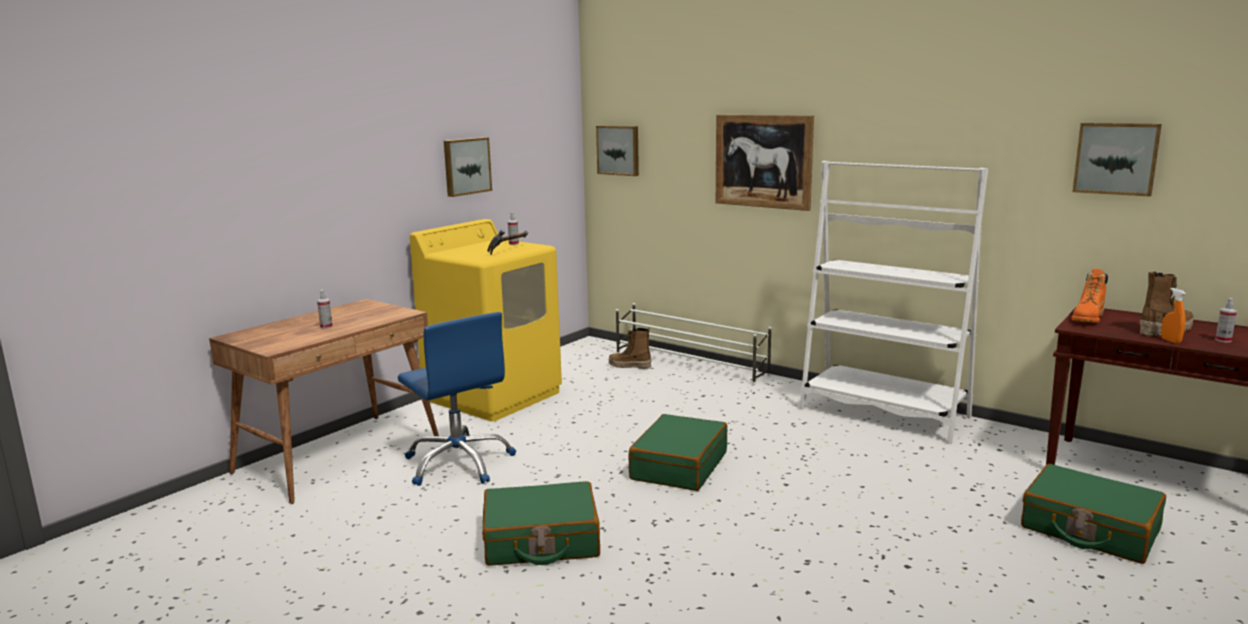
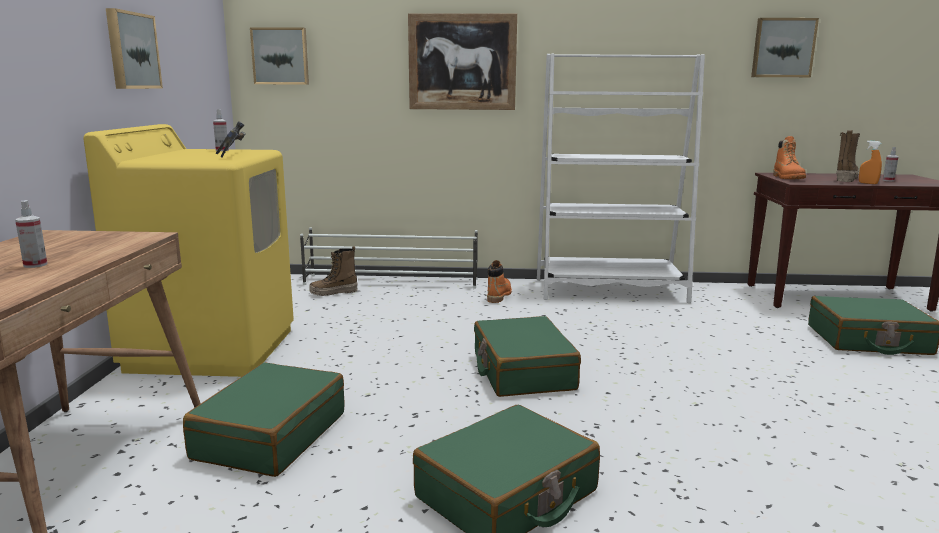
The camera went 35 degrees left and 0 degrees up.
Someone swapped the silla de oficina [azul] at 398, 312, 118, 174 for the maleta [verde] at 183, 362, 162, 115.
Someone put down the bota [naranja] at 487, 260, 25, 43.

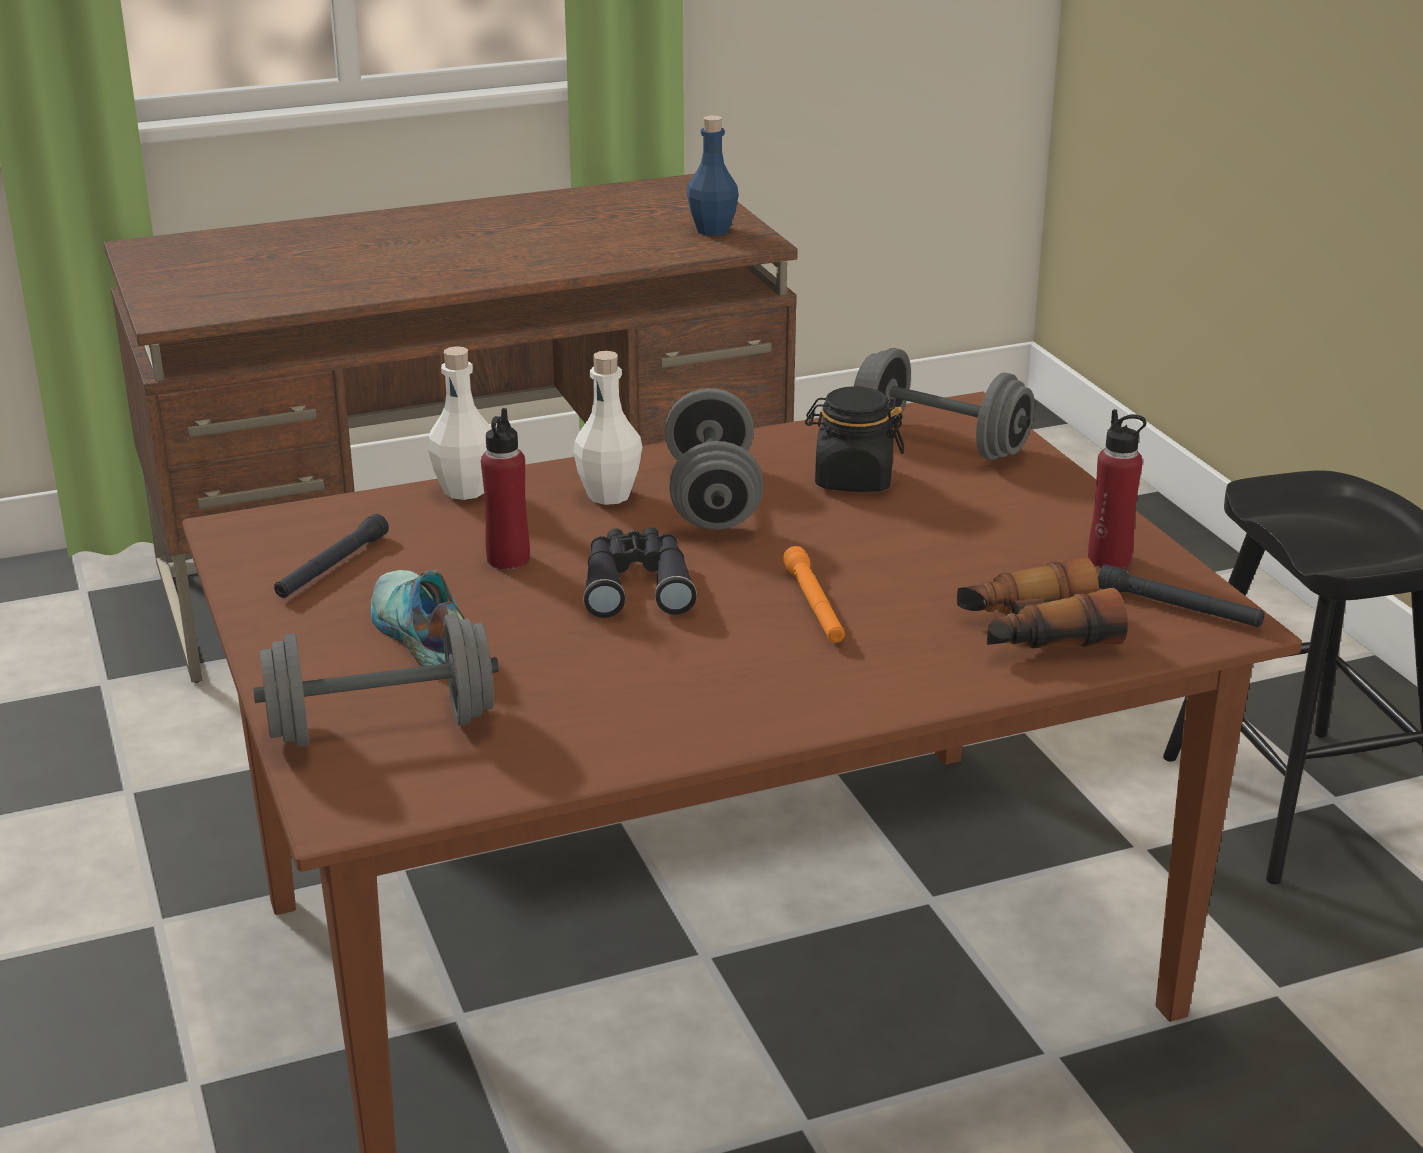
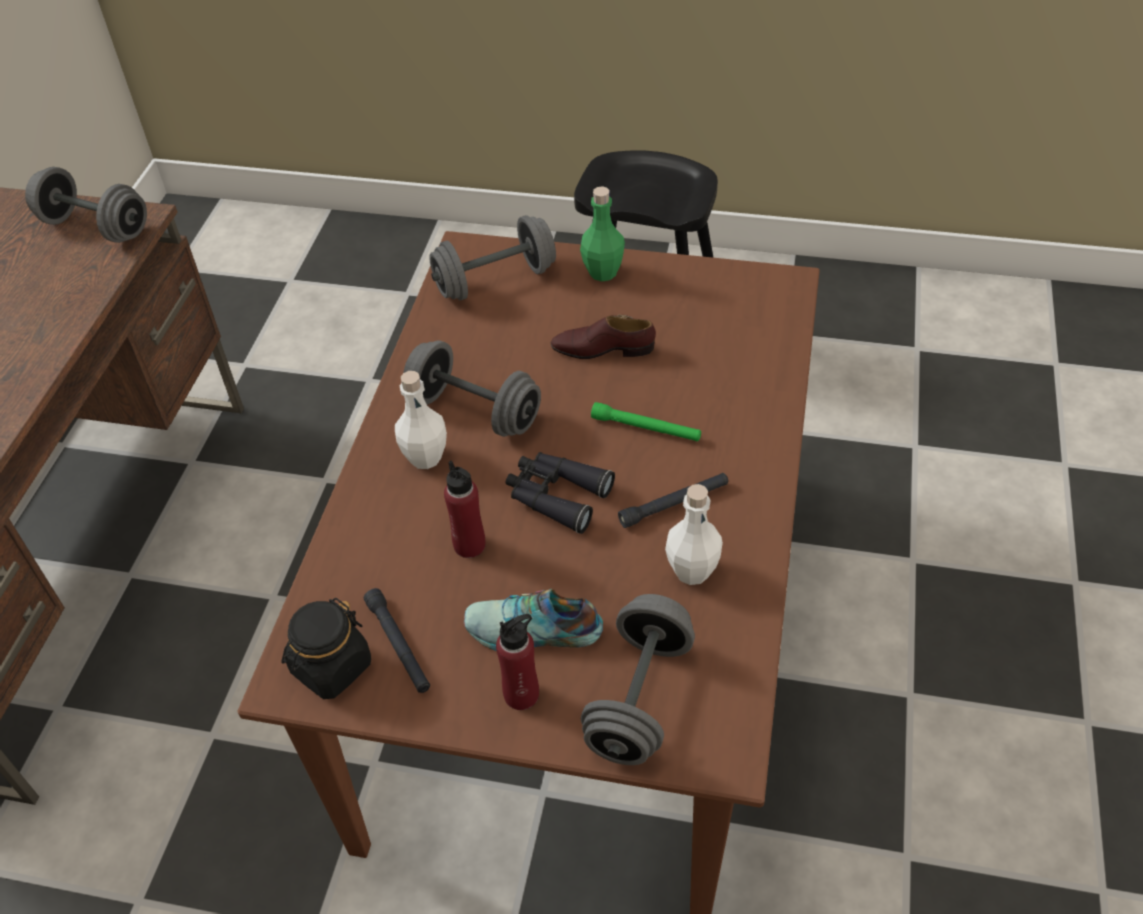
The camera went 55 degrees left and 20 degrees up.
Someone swapped the botella [azul] at 687, 115, 52, 121 for the mancuerna [gris] at 25, 167, 122, 76.
Someone carried the tarro [negro] from 805, 386, 99, 106 to 281, 598, 90, 101.
Someone carried the botella [rojo] from 1088, 409, 58, 159 to 496, 614, 43, 96.
Someone put down the zapato [marrón] at 551, 314, 105, 45.
Someone put down the botella [verde] at 580, 186, 45, 95.
Someone repainted the linterna [naranja] at 783, 546, 62, 97, which became the linterna [verde] at 591, 402, 110, 39.
Someone carried the linterna [negro] from 1098, 564, 167, 63 to 618, 473, 110, 55.
Someone carried the botella [blanco] from 428, 346, 64, 154 to 665, 484, 58, 101.
Someone took away the prismáticos at 957, 556, 171, 93.

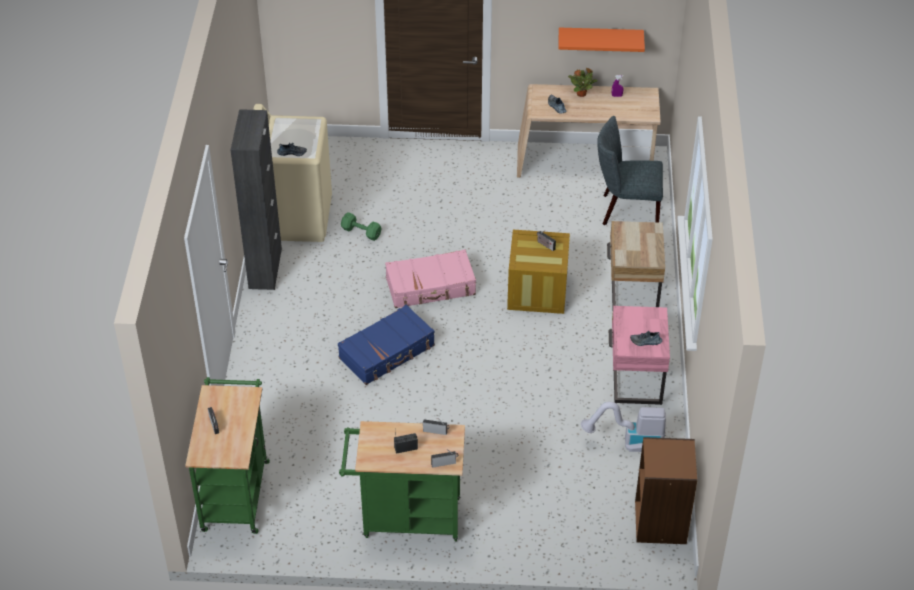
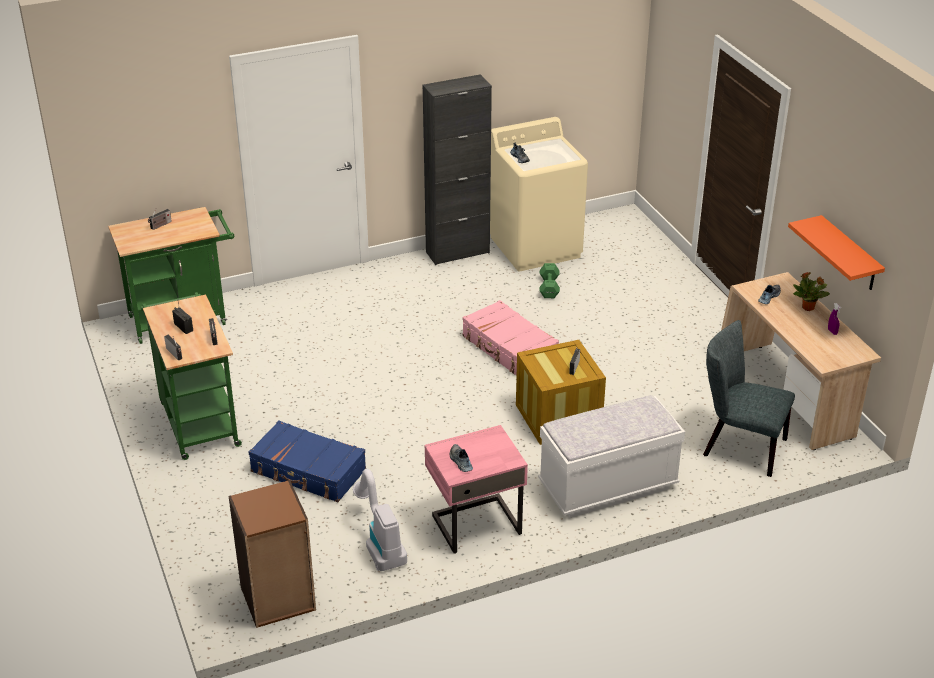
The camera went 65 degrees right and 10 degrees down.
Someone carried the maleta [azul] from 338, 305, 97, 80 to 248, 420, 118, 82.
Someone swapped the mesita de noche [beis] at 607, 221, 58, 86 for the banco [blanco] at 538, 395, 147, 123.
Someone rotated the silla [gris] at 597, 116, 66, 109 by 45 degrees counterclockwise.

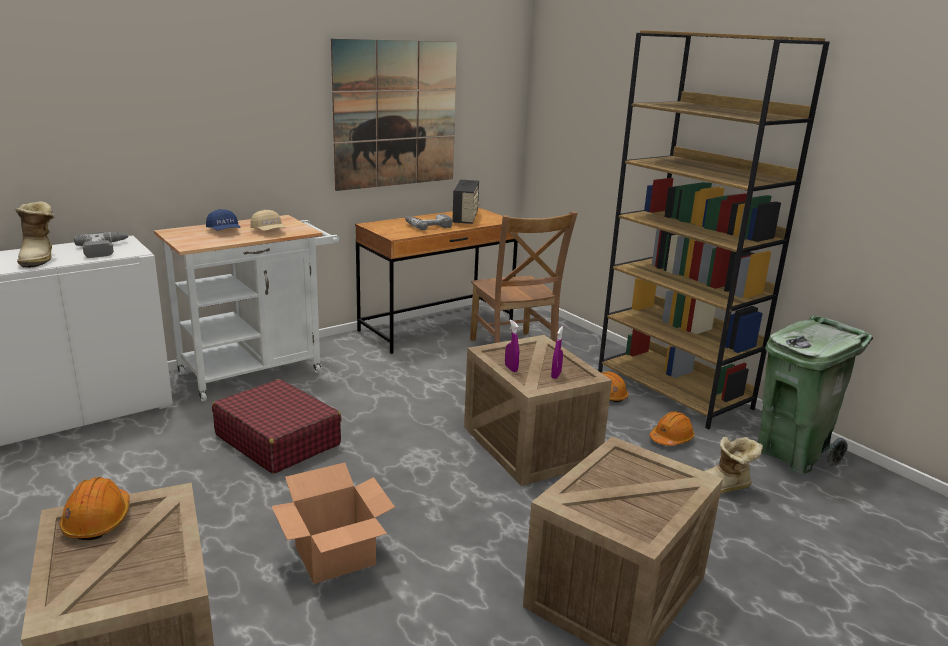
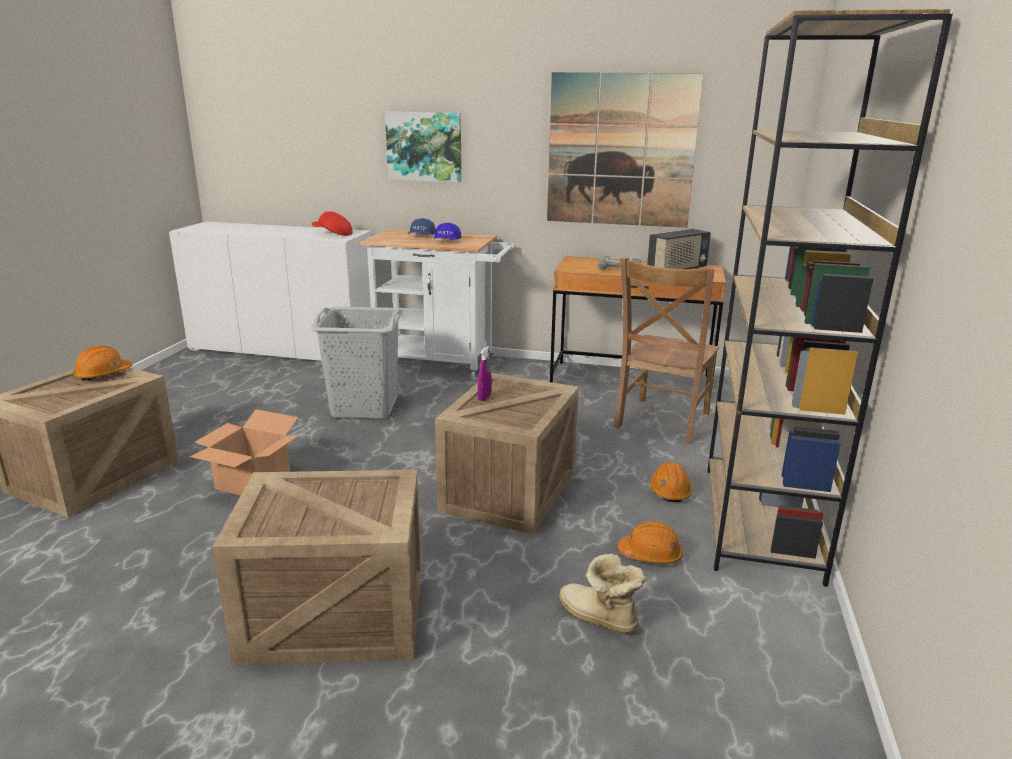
The camera went 50 degrees right and 0 degrees up.
Someone swapped the maleta [rojo] at 212, 379, 130, 95 for the cesto de la ropa [gris] at 310, 306, 94, 113.
Someone swapped the taladro at 74, 232, 55, 26 for the gorra [rojo] at 312, 211, 41, 25.
Someone put up the cuadro at 385, 111, 77, 72.
Someone repainted the gorra [beis] at 250, 210, 36, 21, which became the gorra [azul] at 434, 223, 28, 17.
Someone took away the bota at 15, 201, 40, 67.
Someone took away the pulverizador [morado] at 551, 326, 13, 53.
Someone took away the papelera [verde] at 758, 316, 115, 158.

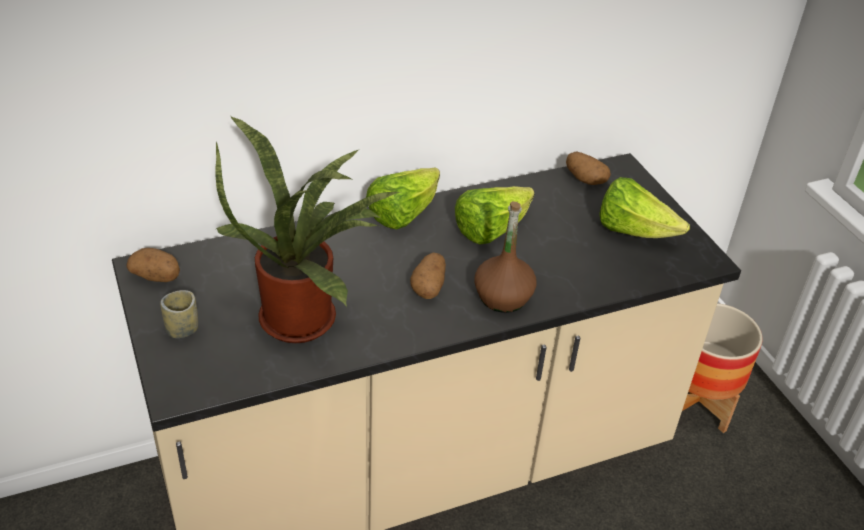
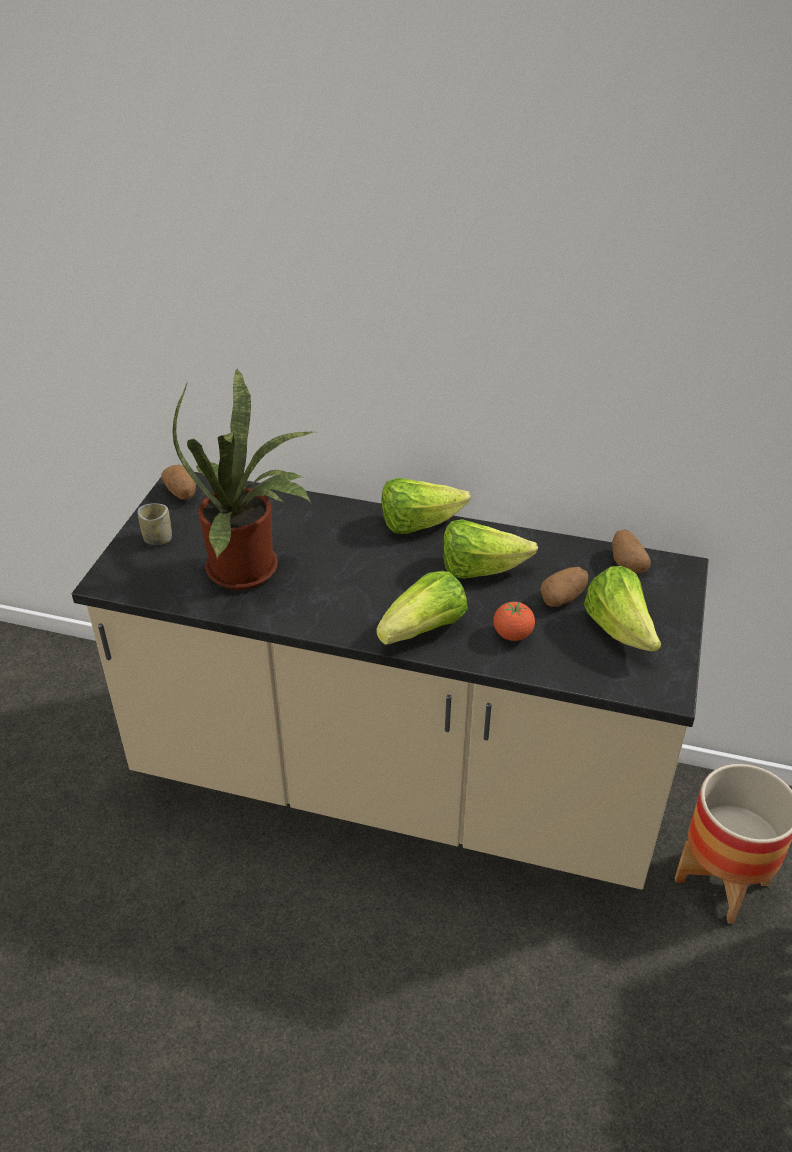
The camera went 40 degrees right and 0 degrees up.
Someone swapped the botella [marrón] at 474, 201, 62, 112 for the lechuga at 377, 571, 91, 74.
Someone put down the tomate at 494, 602, 41, 39.
Someone carried the patata from 410, 252, 36, 47 to 541, 567, 47, 40.

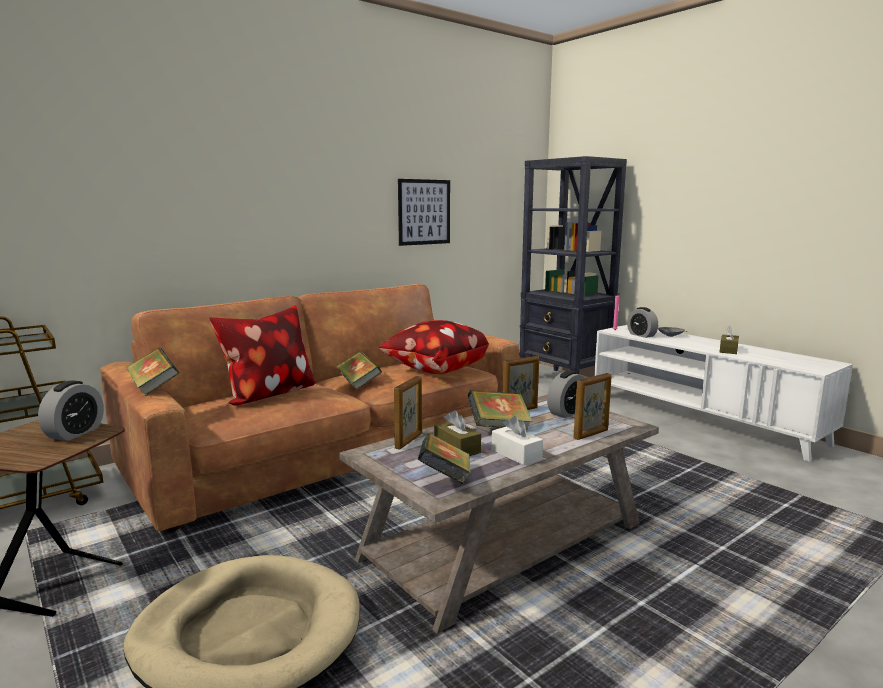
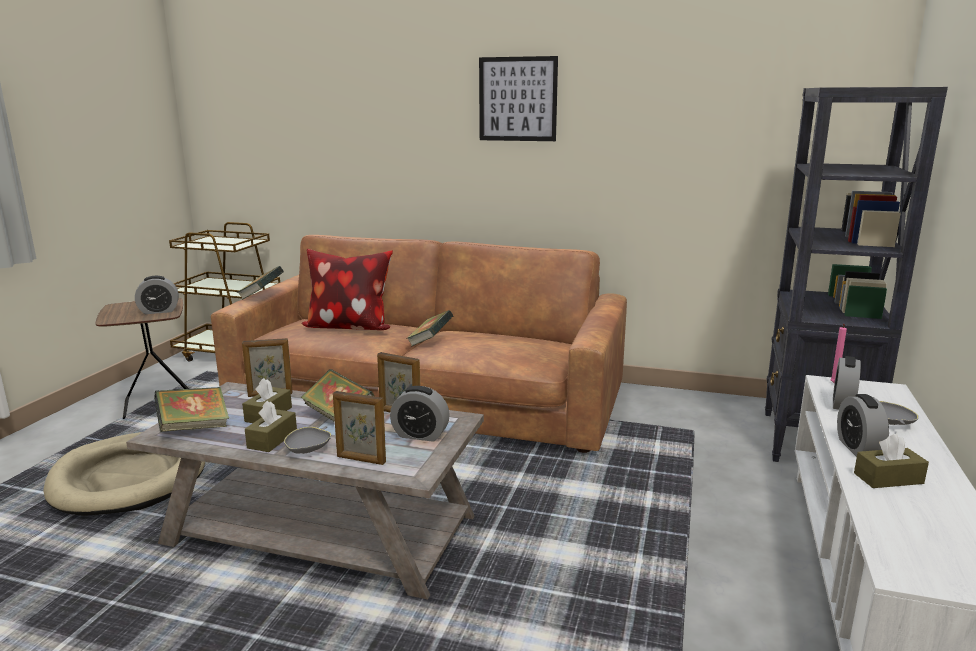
The camera went 55 degrees right and 5 degrees up.
Someone repainted the caja de pañuelos [blanco] at 492, 416, 51, 49, which became the caja de pañuelos [marrón] at 245, 400, 52, 52.
Someone put down the cuenco [gris] at 284, 426, 47, 28.
Someone carried the cuadro from 398, 179, 52, 67 to 479, 56, 79, 85.
Someone put down the despertador at 837, 394, 52, 63.
Someone took away the cojín at 378, 320, 111, 54.

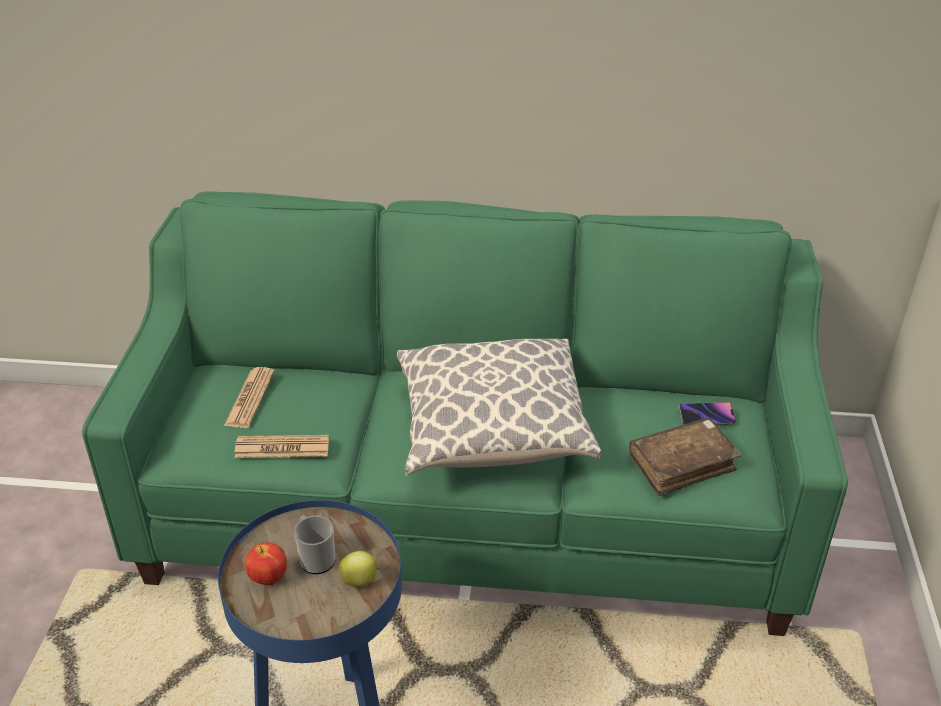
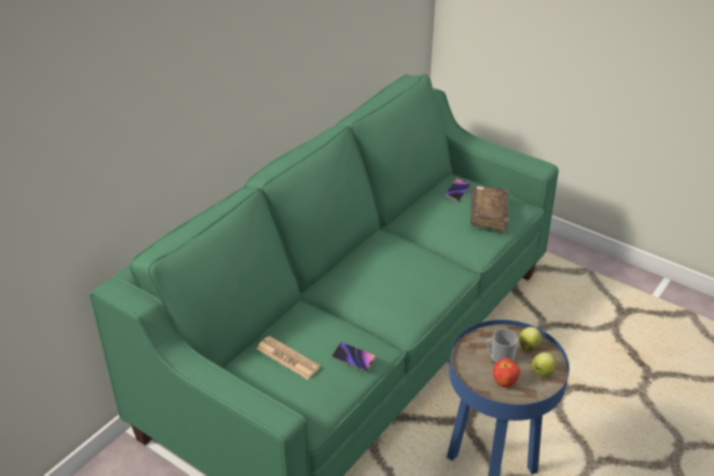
The camera went 60 degrees left and 0 degrees up.
Someone swapped the periódico at 234, 435, 96, 23 for the móvil at 332, 342, 44, 29.
Someone put down the manzana at 532, 352, 25, 25.
Someone took away the cojín at 397, 339, 204, 137.

